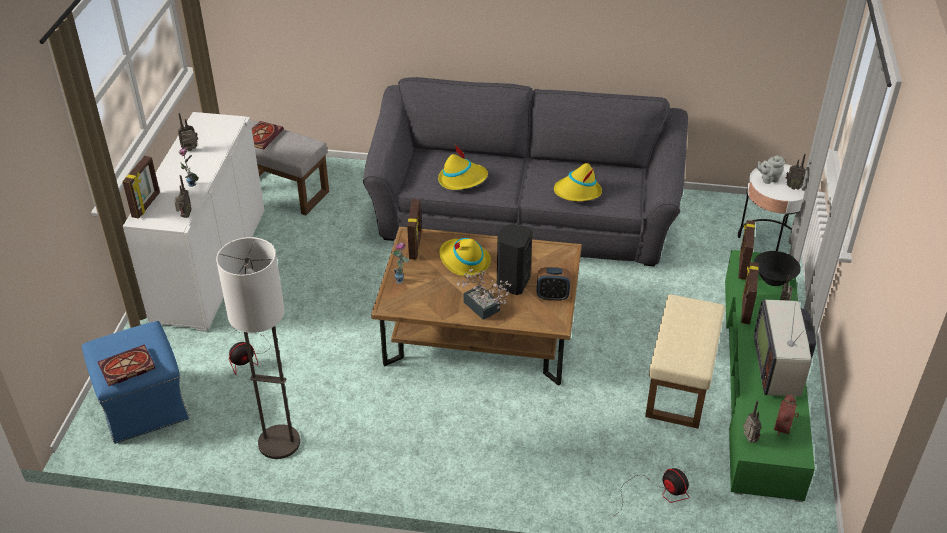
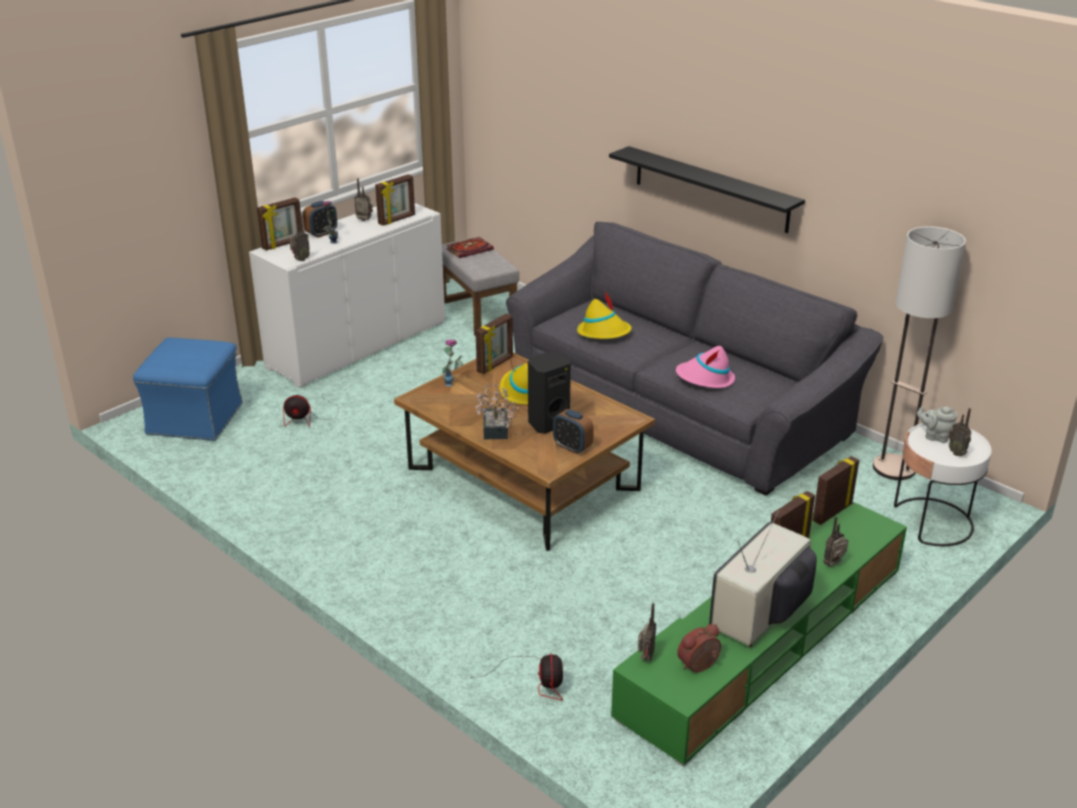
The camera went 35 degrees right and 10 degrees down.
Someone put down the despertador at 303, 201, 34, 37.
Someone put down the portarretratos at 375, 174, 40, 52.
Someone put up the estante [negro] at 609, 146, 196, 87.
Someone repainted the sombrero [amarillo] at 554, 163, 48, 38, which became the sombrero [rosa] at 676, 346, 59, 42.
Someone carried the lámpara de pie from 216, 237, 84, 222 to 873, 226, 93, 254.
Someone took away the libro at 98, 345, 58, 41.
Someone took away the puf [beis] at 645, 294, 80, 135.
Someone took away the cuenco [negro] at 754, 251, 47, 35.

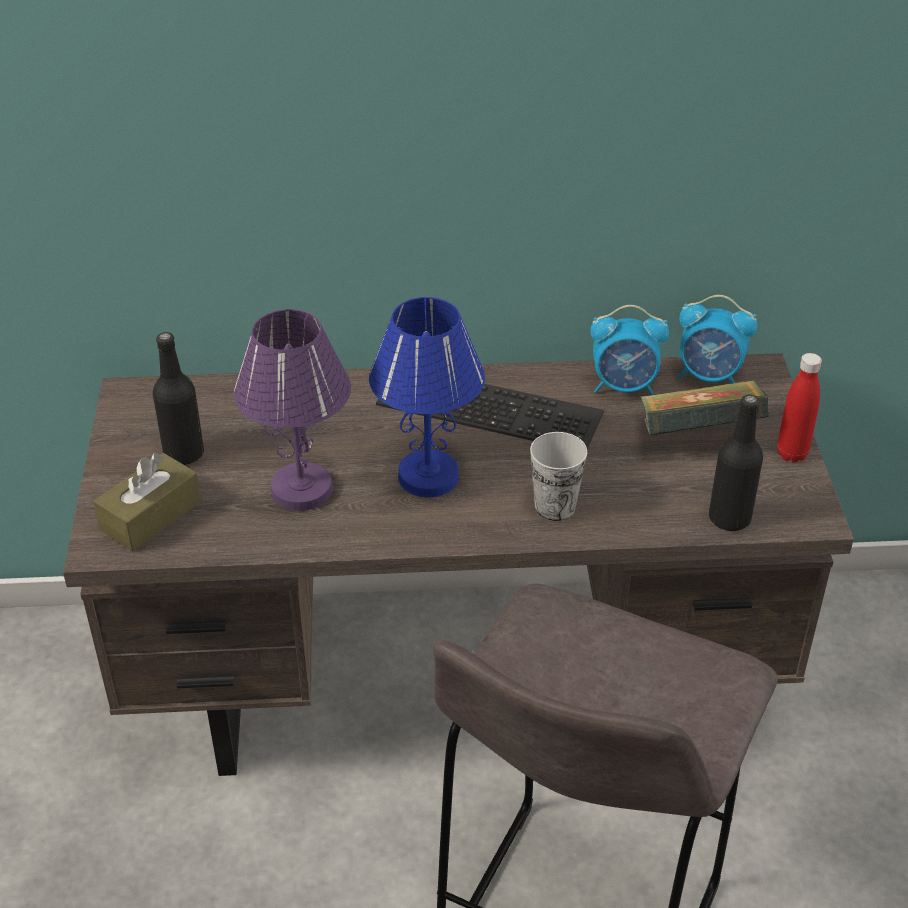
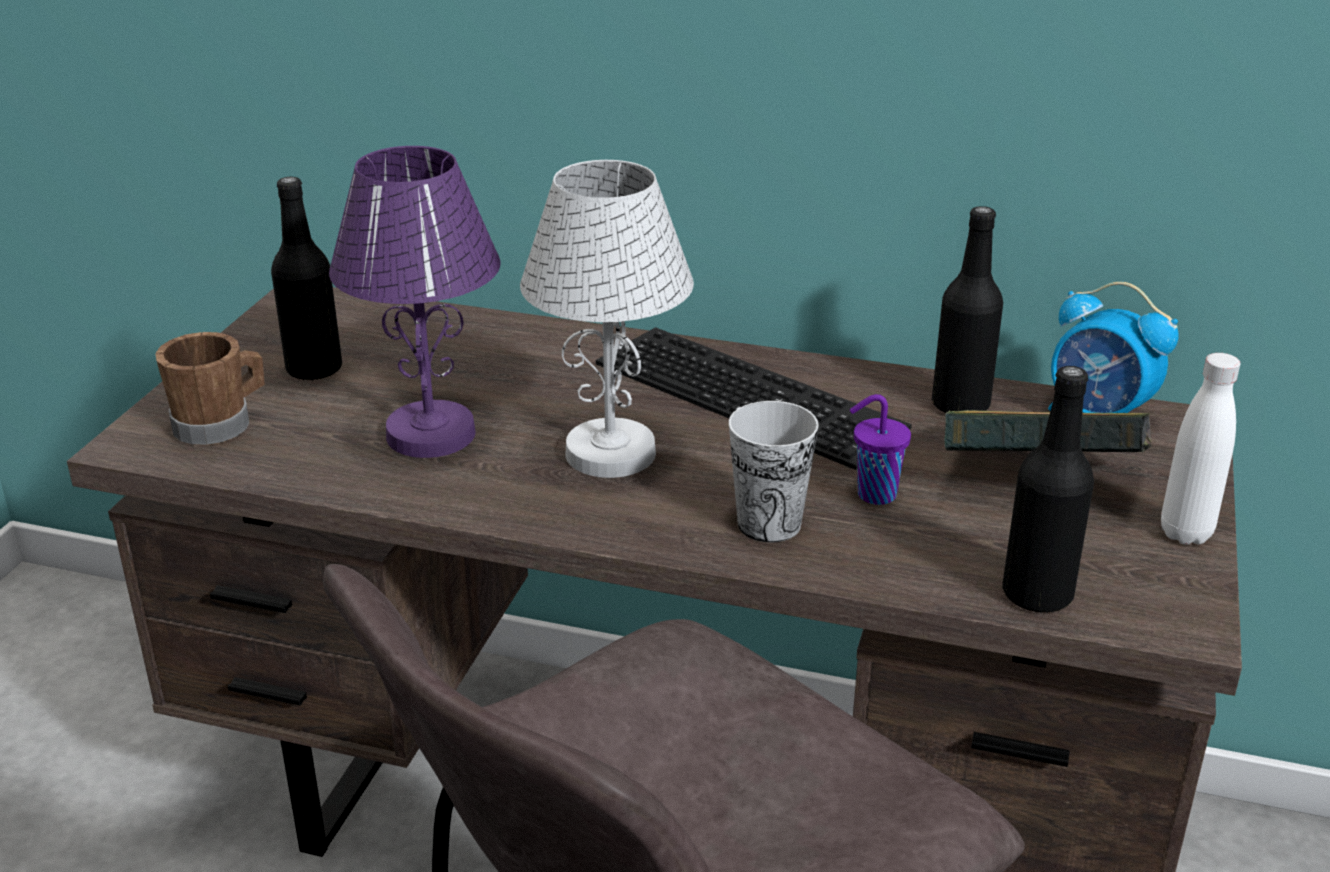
The camera went 20 degrees right and 10 degrees down.
Someone swapped the caja de pañuelos [marrón] at 93, 453, 108, 99 for the taza grande [marrón] at 155, 332, 110, 113.
Someone repainted the lámpara de mesa [azul] at 369, 297, 116, 200, which became the lámpara de mesa [blanco] at 520, 160, 174, 318.
Someone put down the taza [morado] at 850, 394, 61, 111.
Someone swapped the despertador at 590, 305, 79, 90 for the botella [negro] at 932, 206, 71, 207.
Someone repainted the botella [rojo] at 777, 353, 45, 109, which became the botella [blanco] at 1161, 353, 80, 192.

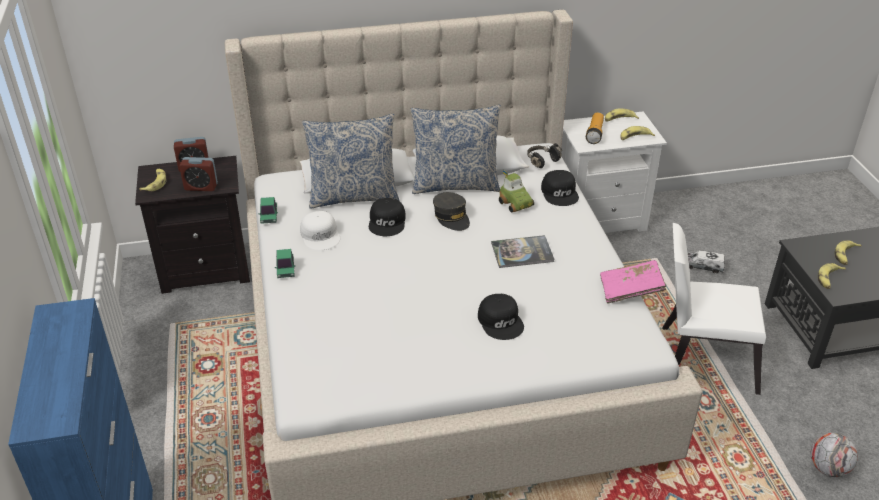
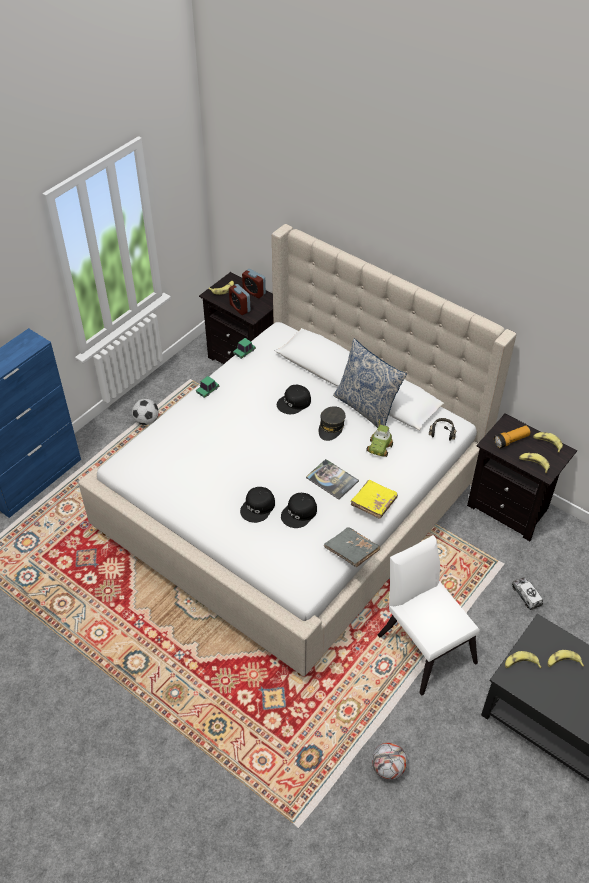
The camera went 50 degrees right and 10 degrees up.
Someone put down the balón de fútbol at 132, 399, 27, 26.
Someone carried the gorra [negro] from 541, 170, 38, 36 to 281, 493, 36, 35.
Someone repainted the libro [rosa] at 600, 260, 66, 44, which became the libro [gris] at 324, 527, 56, 40.
Someone put down the libro [amarillo] at 351, 480, 47, 39.
Someone repainted the mesita de noche [blanco] at 563, 111, 104, 122, which became the mesita de noche [negro] at 467, 413, 110, 128.
Someone took away the gorra [blanco] at 300, 211, 40, 39.
Someone took away the cojín at 302, 114, 98, 94.

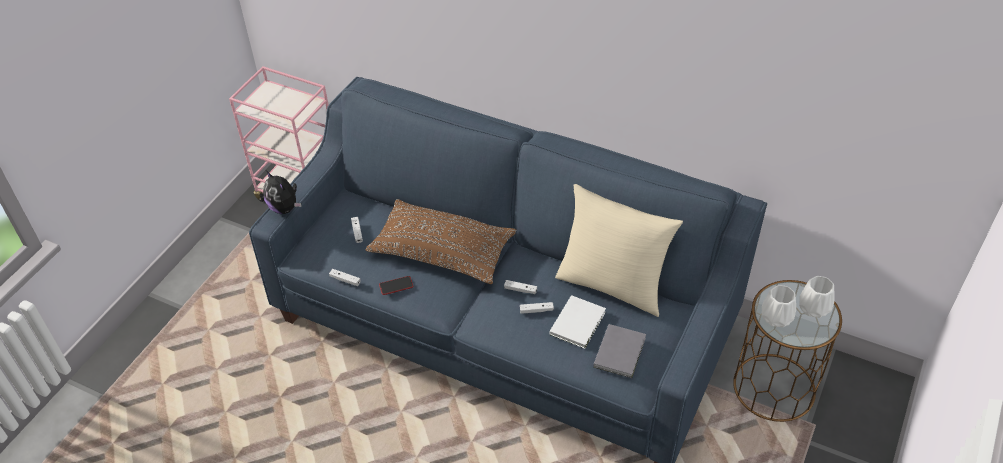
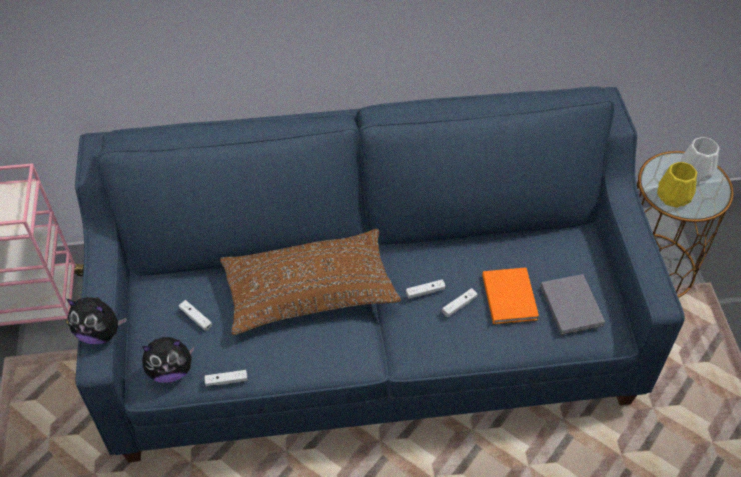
The camera went 35 degrees left and 5 degrees up.
Someone put down the peluche at 142, 337, 52, 46.
Someone repainted the libro [blanco] at 550, 295, 56, 54, which became the libro [naranja] at 482, 268, 57, 56.
Someone repainted the florero [blanco] at 762, 285, 34, 42, which became the florero [amarillo] at 657, 162, 40, 46.
Someone took away the móvil at 379, 276, 34, 19.
Someone took away the cojín [beis] at 555, 184, 128, 133.

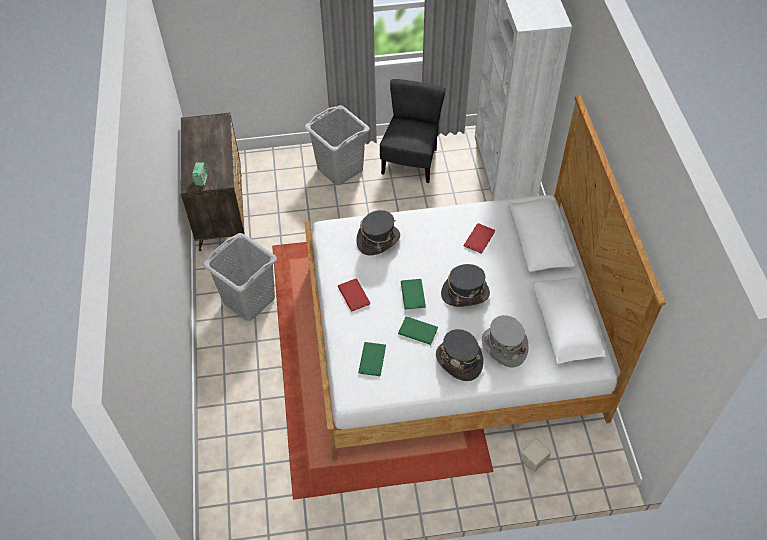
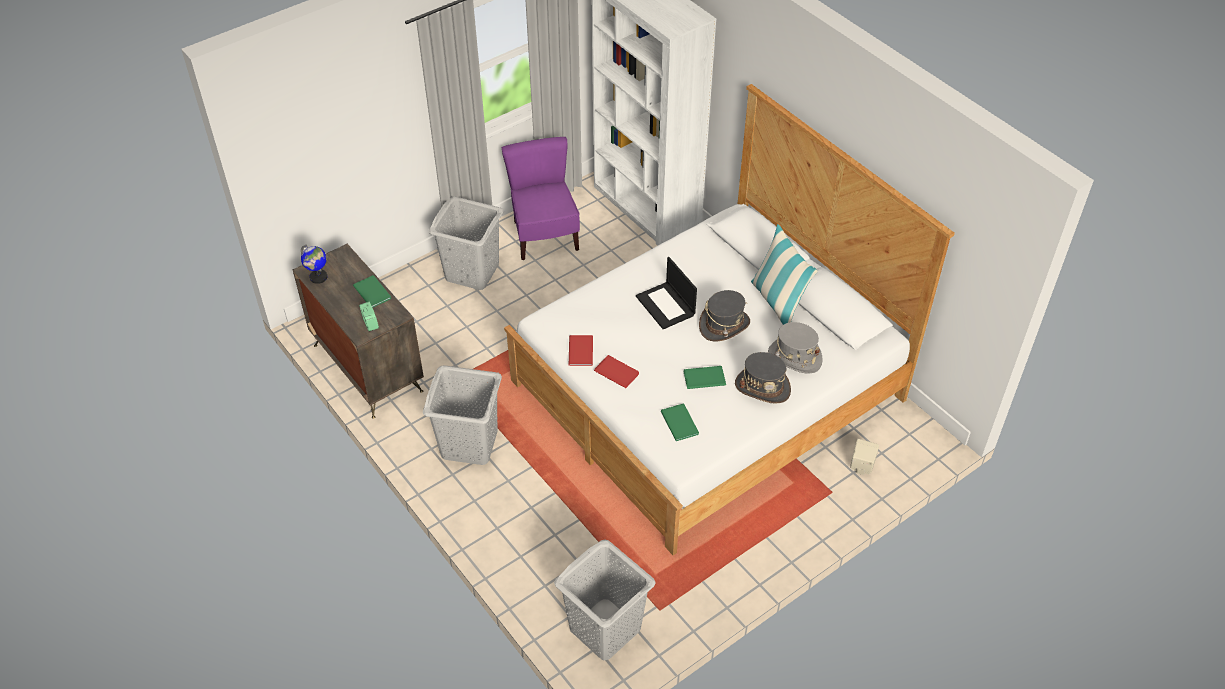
The camera went 30 degrees left and 5 degrees down.
Someone put down the globo terráqueo at 301, 245, 26, 39.
Someone carried the libro [verde] from 401, 279, 25, 30 to 353, 275, 38, 33.
Someone repainted the silla [gris] at 380, 79, 66, 104, which became the silla [morado] at 502, 137, 78, 123.
Someone put down the cesto de la ropa [gris] at 554, 540, 102, 121.
Someone carried the libro [rojo] from 463, 223, 32, 31 to 569, 335, 24, 31.
Someone put down the portátil at 636, 257, 61, 72.
Someone put down the cojín at 751, 224, 67, 101.
Someone took away the sombrero [gris] at 356, 210, 44, 45.

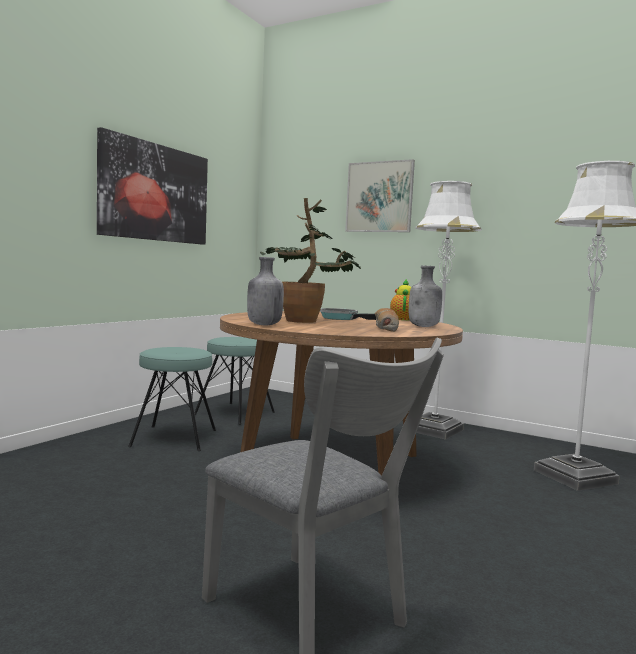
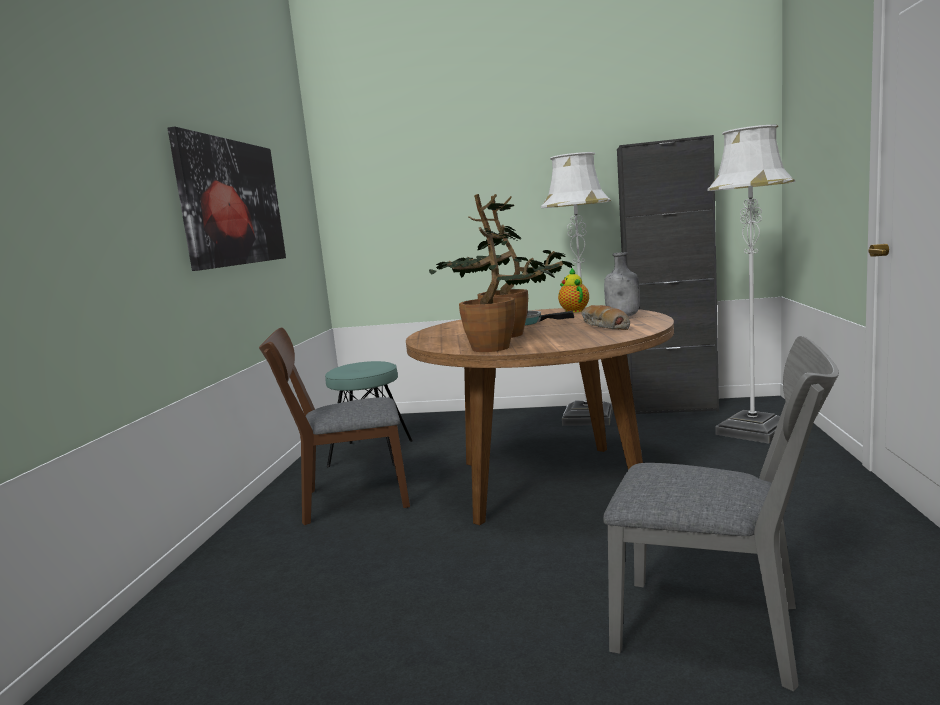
The camera went 20 degrees left and 5 degrees up.
Someone swapped the taburete [turquesa] at 128, 347, 88, 104 for the silla [marrón] at 259, 327, 151, 198.
Someone swapped the botella [gris] at 247, 257, 37, 68 for the planta en maceta at 429, 194, 127, 158.
Someone put down the armario [negro] at 617, 135, 102, 279.
Someone took away the cuadro at 345, 159, 70, 73.

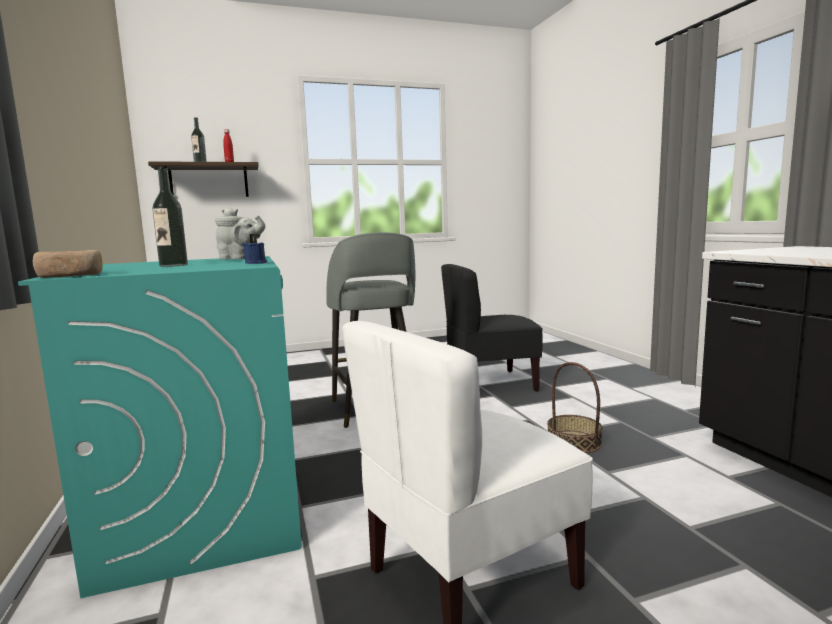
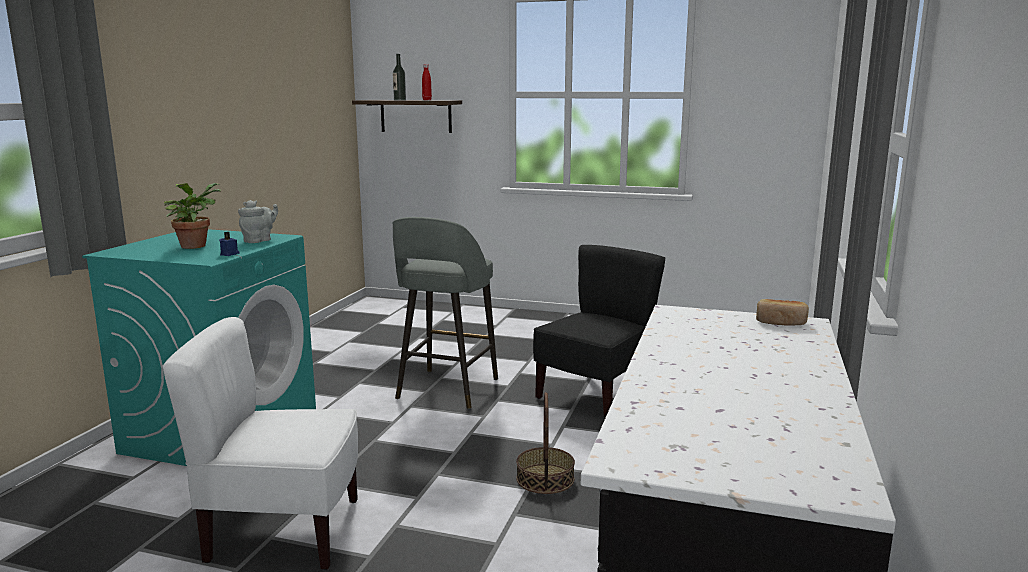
The camera went 35 degrees right and 5 degrees up.
Someone swapped the botella at 152, 167, 36, 100 for the planta en maceta at 164, 183, 57, 66.
Someone rotated the tetera [gris] at 215, 208, 50, 51 by 105 degrees counterclockwise.
Someone rotated the silla [negro] at 441, 264, 102, 128 by 105 degrees clockwise.
Someone carried the pan from 33, 250, 70, 28 to 756, 299, 53, 27.

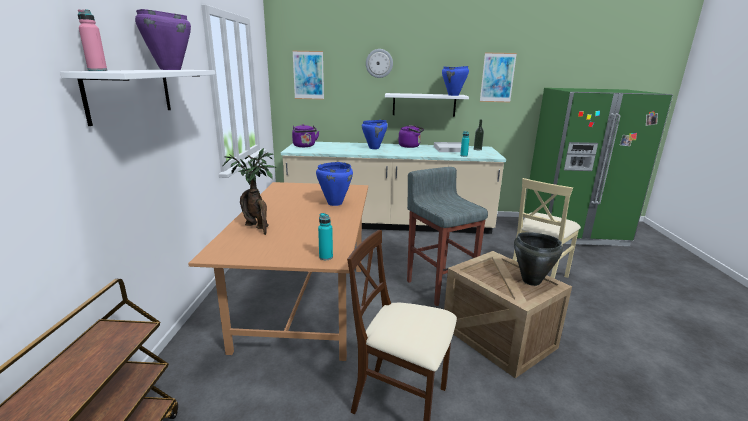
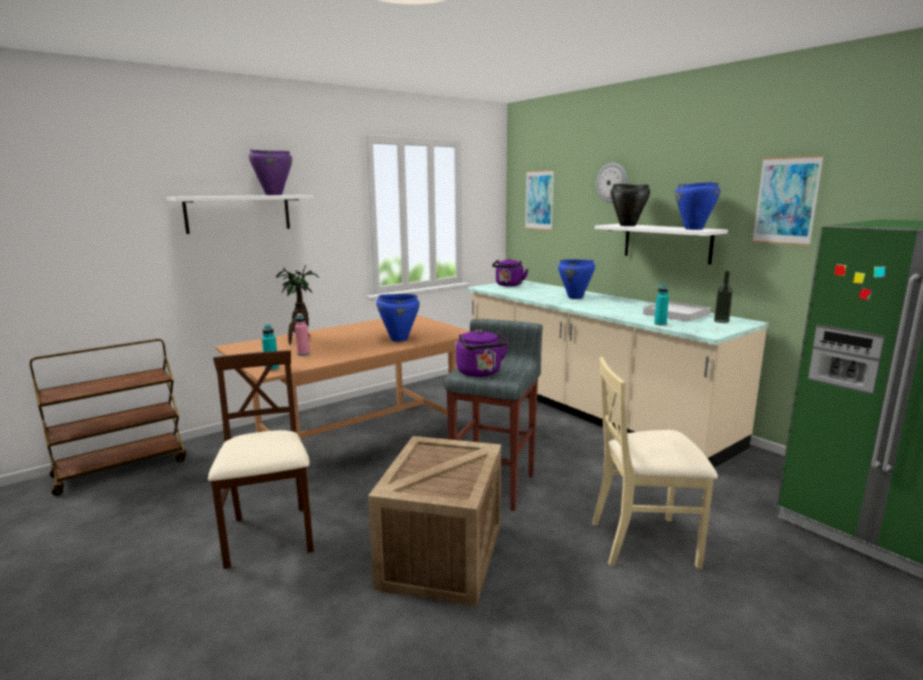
The camera went 50 degrees right and 5 degrees down.
Someone carried the botella [rosa] from 78, 9, 29, 62 to 295, 313, 15, 43.
Someone carried the hervidor [morado] from 398, 125, 26, 23 to 456, 329, 53, 48.
Someone carried the olla [negro] from 514, 232, 49, 54 to 611, 184, 39, 42.

